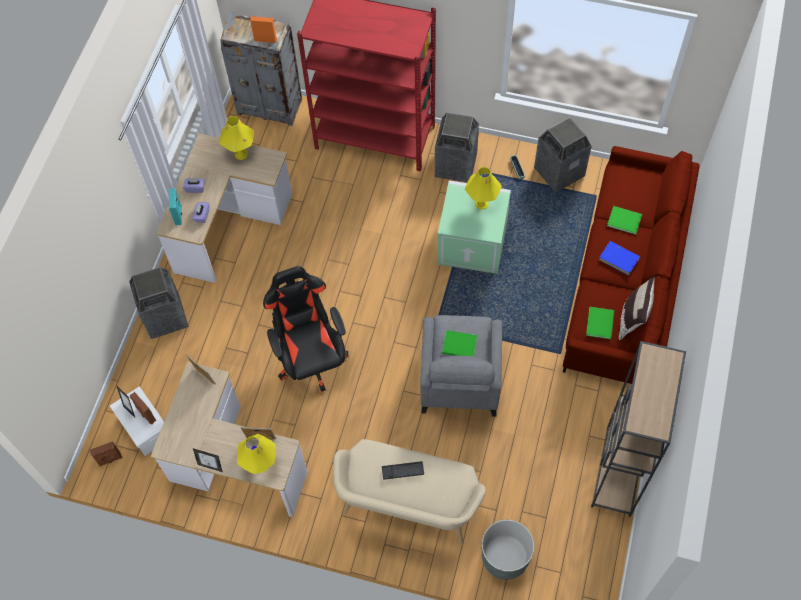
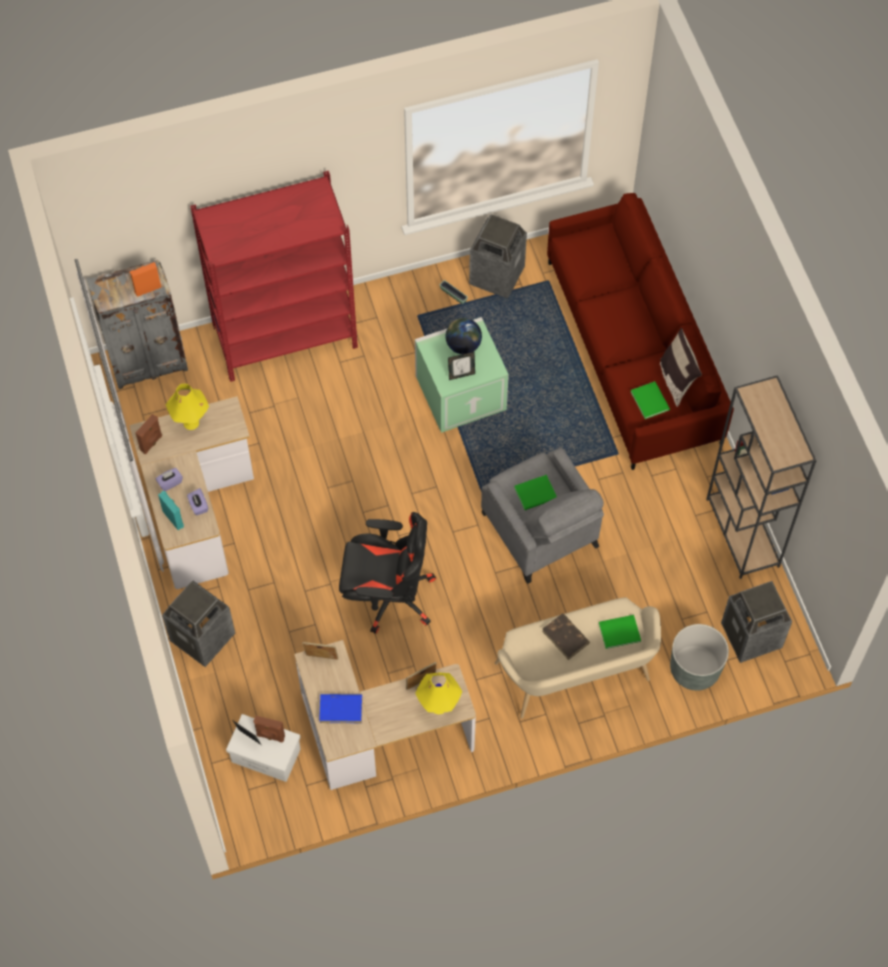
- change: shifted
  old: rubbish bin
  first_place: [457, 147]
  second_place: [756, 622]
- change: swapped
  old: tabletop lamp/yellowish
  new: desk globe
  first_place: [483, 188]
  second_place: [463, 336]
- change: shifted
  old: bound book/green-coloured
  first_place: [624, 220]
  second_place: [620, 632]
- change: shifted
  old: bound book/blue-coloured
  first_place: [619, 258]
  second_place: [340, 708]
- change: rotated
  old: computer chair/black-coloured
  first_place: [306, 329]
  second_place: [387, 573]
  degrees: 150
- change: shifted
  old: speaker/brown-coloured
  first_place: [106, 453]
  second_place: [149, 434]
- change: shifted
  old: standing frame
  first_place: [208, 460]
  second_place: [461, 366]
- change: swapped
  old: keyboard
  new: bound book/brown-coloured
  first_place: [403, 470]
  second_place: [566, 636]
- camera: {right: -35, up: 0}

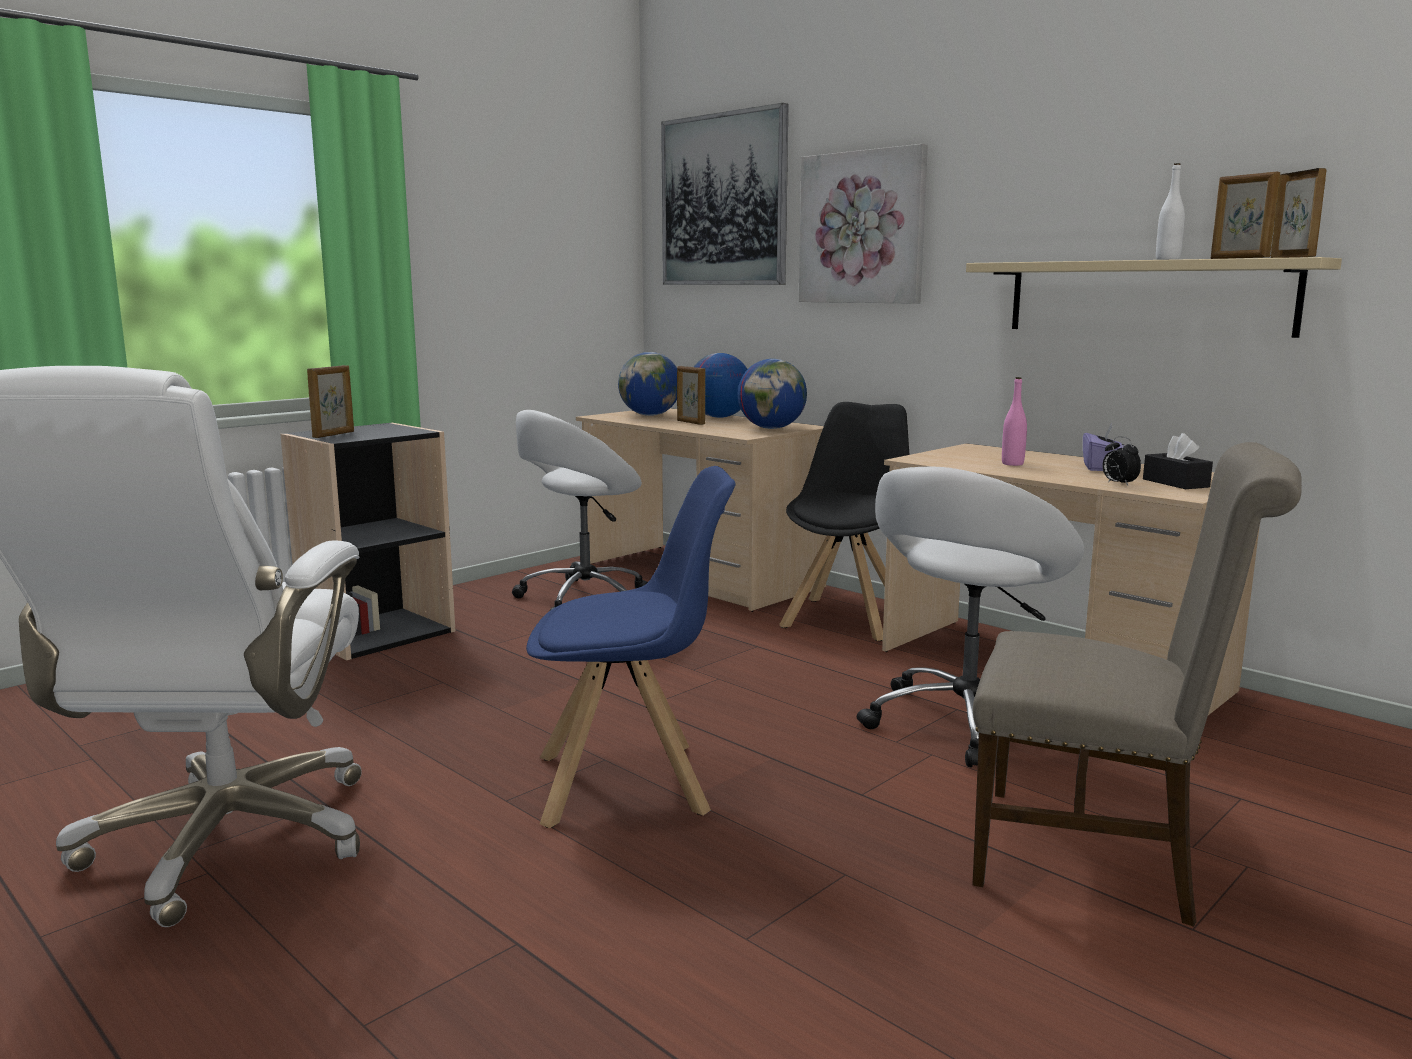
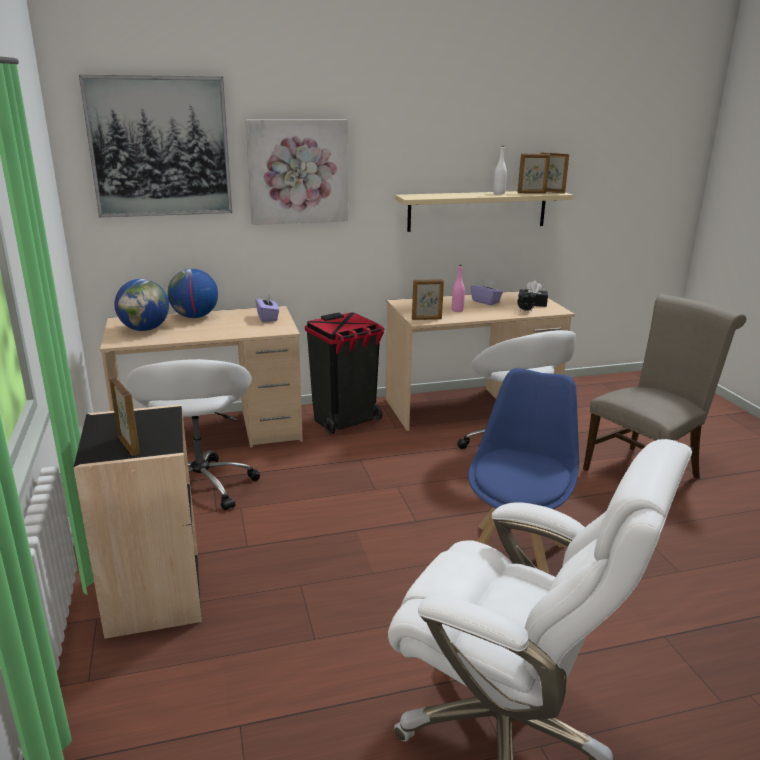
- change: swapped
  old: desk globe
  new: tissue holder/purplish
  first_place: [772, 394]
  second_place: [267, 307]
- change: shifted
  old: standing frame
  first_place: [691, 395]
  second_place: [428, 299]
- change: swapped
  old: plain chair/black-coloured
  new: rubbish bin/black-coloured
  first_place: [844, 521]
  second_place: [344, 373]
- camera: {right: -60, up: 10}

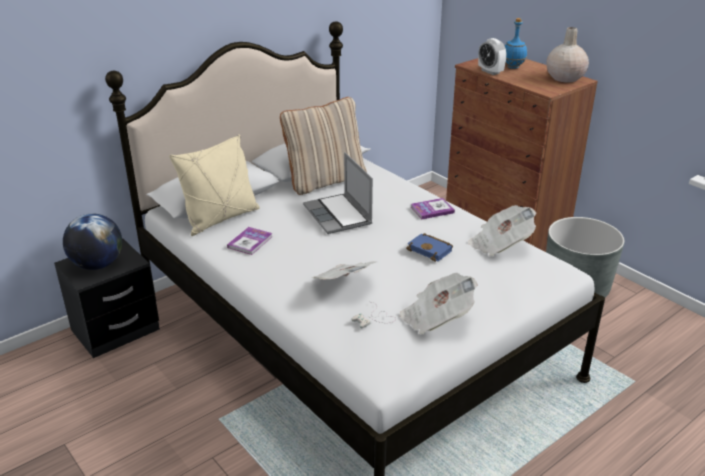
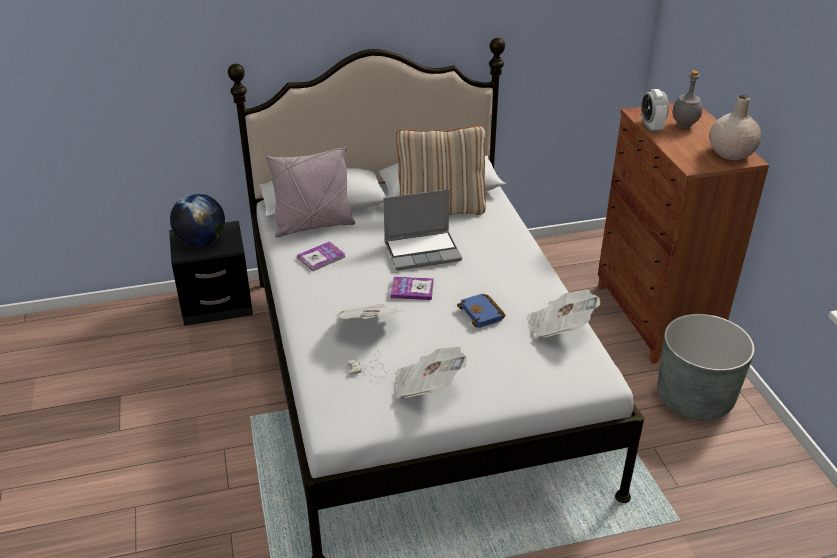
- change: repainted
  old: beverage bottle/blue-coloured
  new: beverage bottle/grey
  first_place: [516, 43]
  second_place: [687, 99]
- change: repainted
  old: cushion/sand-coloured
  new: cushion/purplish
  first_place: [214, 185]
  second_place: [310, 192]
- change: rotated
  old: laptop
  first_place: [338, 193]
  second_place: [422, 229]
  degrees: -105
- change: shifted
  old: bound book
  first_place: [433, 208]
  second_place: [412, 288]
- camera: {right: 25, up: 5}

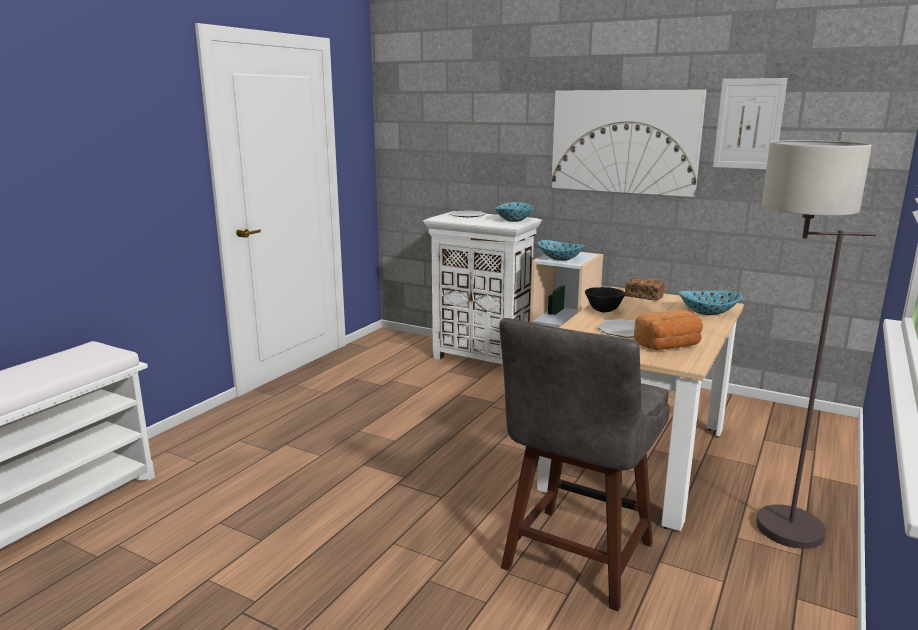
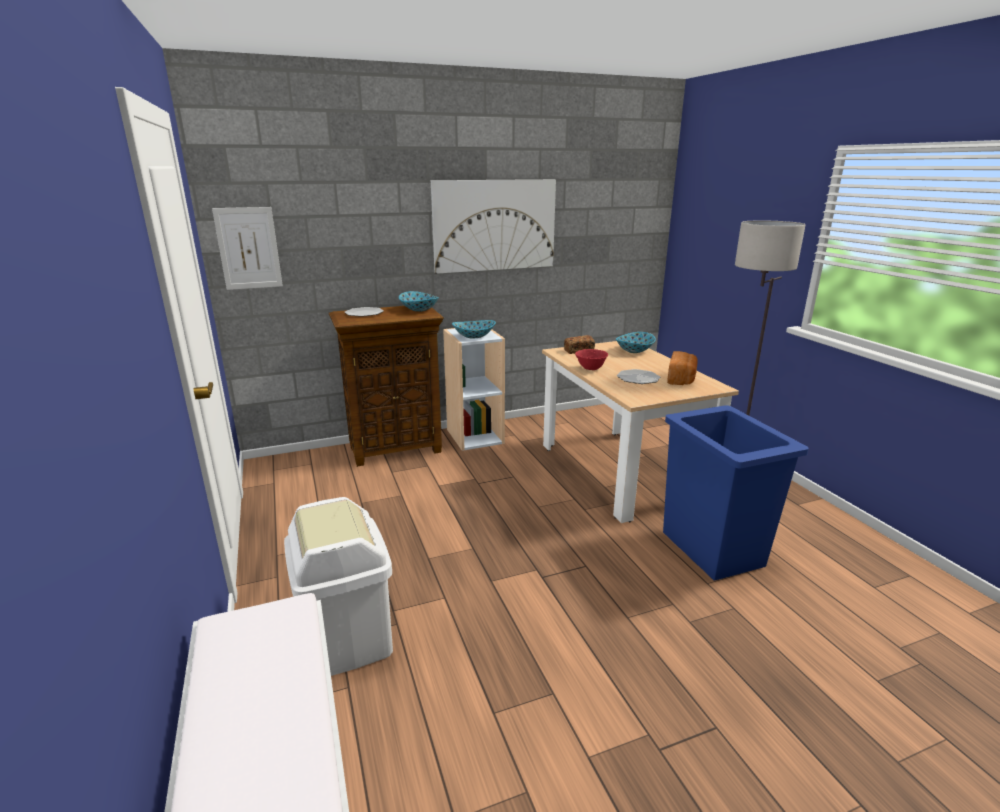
- change: shifted
  old: wall picture
  first_place: [750, 123]
  second_place: [247, 248]
- change: repainted
  old: cupboard/whitish
  new: cupboard/brown-coloured
  first_place: [482, 292]
  second_place: [386, 386]
- change: repainted
  old: serving bowl/black-coloured
  new: serving bowl/red-coloured
  first_place: [605, 300]
  second_place: [591, 359]
- change: swapped
  old: stool seat/grey
  new: rubbish bin/blue-coloured
  first_place: [584, 464]
  second_place: [736, 493]
- change: new
  new: rubbish bin/whitish
  second_place: [338, 586]
- camera: {right: -50, up: 5}

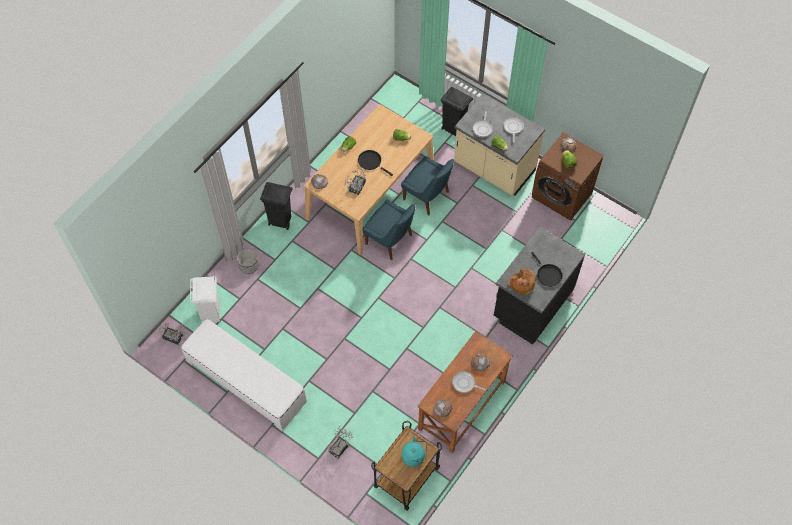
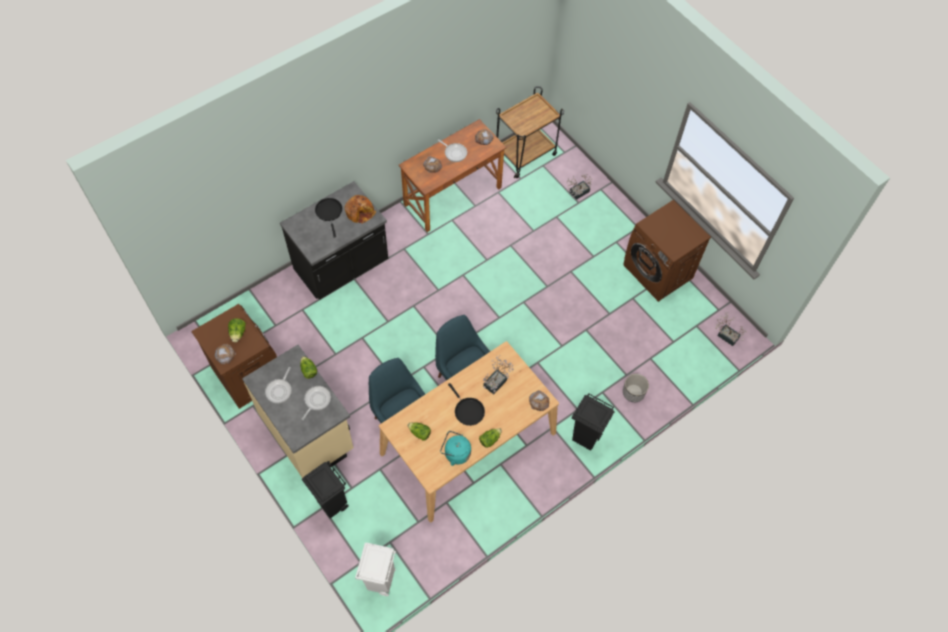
- change: shifted
  old: rubbish bin/whitish
  first_place: [205, 299]
  second_place: [375, 569]
- change: swapped
  old: bench/whitish
  new: laundry appliance/brown-coloured
  first_place: [244, 375]
  second_place: [667, 251]
- change: shifted
  old: water kettle/turquoise-coloured
  first_place: [414, 451]
  second_place: [455, 448]
- camera: {right: -165, up: 0}

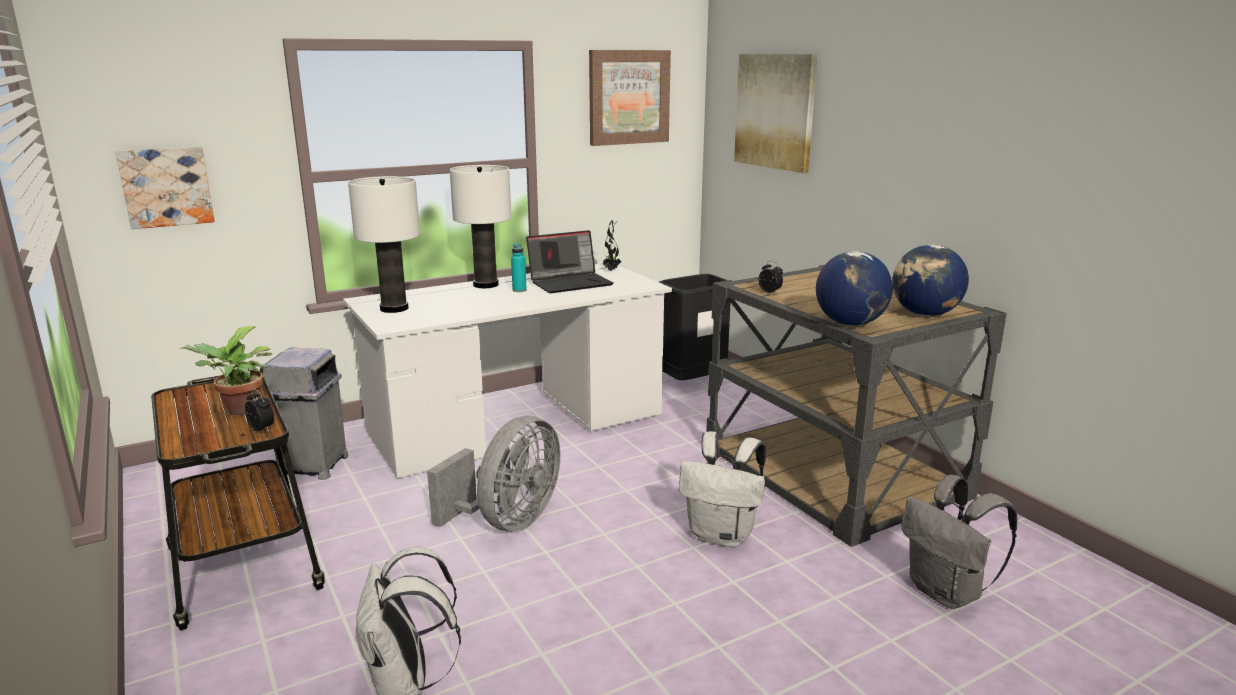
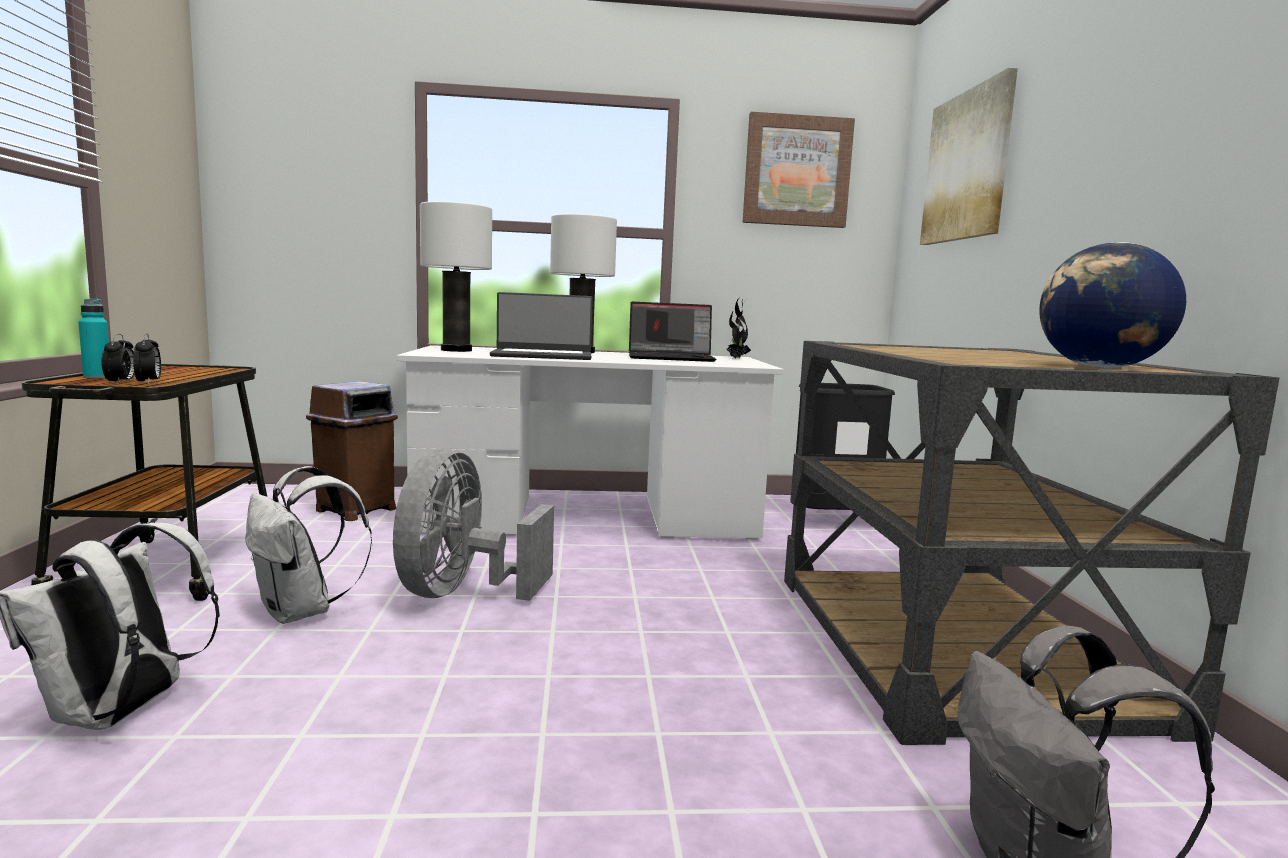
- change: gone
  old: wall picture
  first_place: [165, 188]
- change: shifted
  old: beverage bottle/turquoise-coloured
  first_place: [519, 267]
  second_place: [93, 339]
- change: gone
  old: desk globe
  first_place: [854, 288]
- change: shifted
  old: table clock
  first_place: [771, 277]
  second_place: [118, 359]
- change: gone
  old: houseplant
  first_place: [226, 370]
- change: repainted
  old: rubbish bin/grey
  new: rubbish bin/brown-coloured
  first_place: [304, 414]
  second_place: [352, 451]
- change: rotated
  old: electric fan/grey
  first_place: [494, 474]
  second_place: [473, 524]
  degrees: 135
- change: shifted
  old: backpack/whitish
  first_place: [722, 489]
  second_place: [308, 545]
- change: new
  new: laptop
  second_place: [541, 326]
- camera: {right: 25, up: -10}

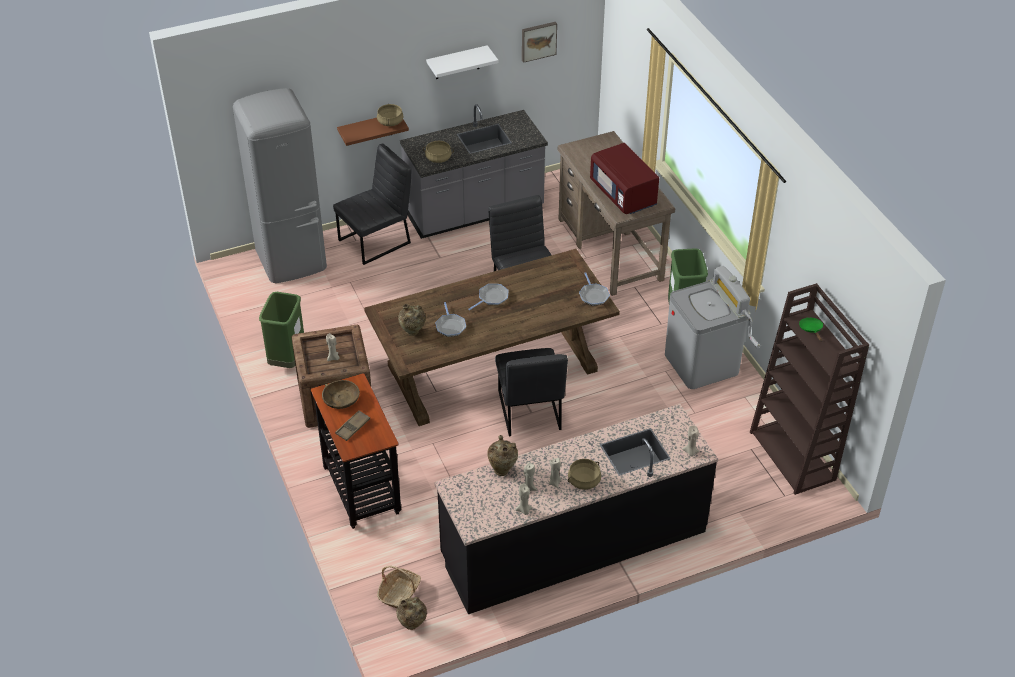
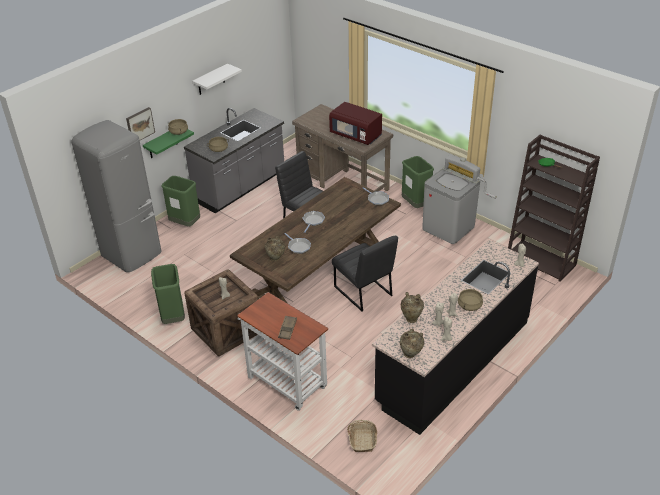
- change: shifted
  old: wall picture
  first_place: [539, 42]
  second_place: [140, 123]
- change: repainted
  old: bracket shelf/brown-coloured
  new: bracket shelf/green-coloured
  first_place: [373, 132]
  second_place: [168, 143]
- change: swapped
  old: plain chair/grey
  new: rubbish bin/green-coloured
  first_place: [372, 204]
  second_place: [180, 201]
- change: repainted
  old: trolley/black-coloured
  new: trolley/whitish
  first_place: [356, 451]
  second_place: [282, 351]
- change: gone
  old: serving bowl/brown-coloured
  first_place: [341, 394]
- change: shifted
  old: flower vase/sand-coloured
  first_place: [411, 613]
  second_place: [412, 343]
- camera: {right: -25, up: -5}

